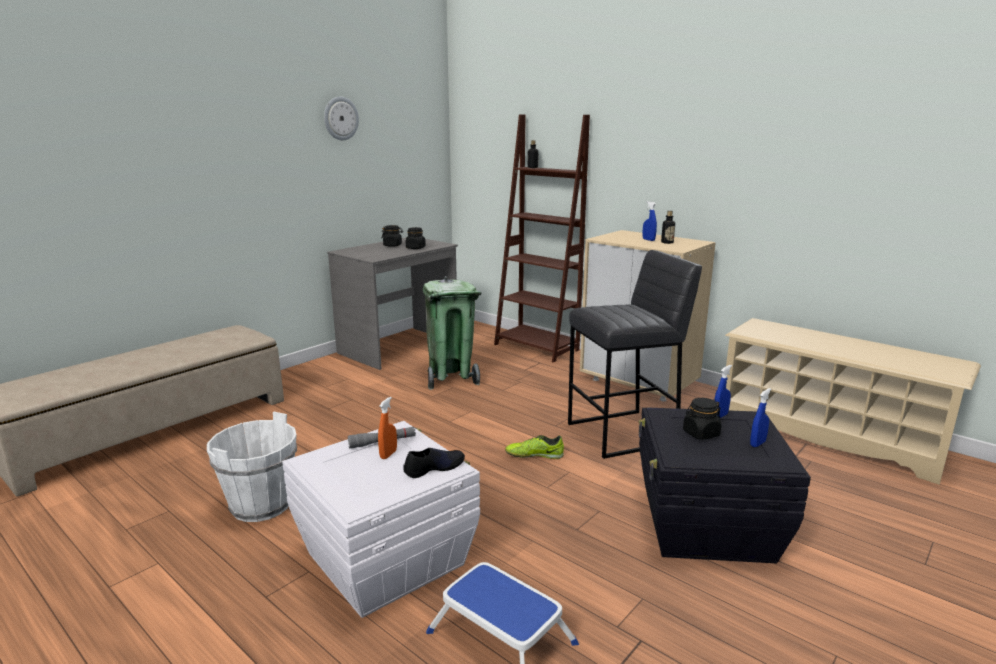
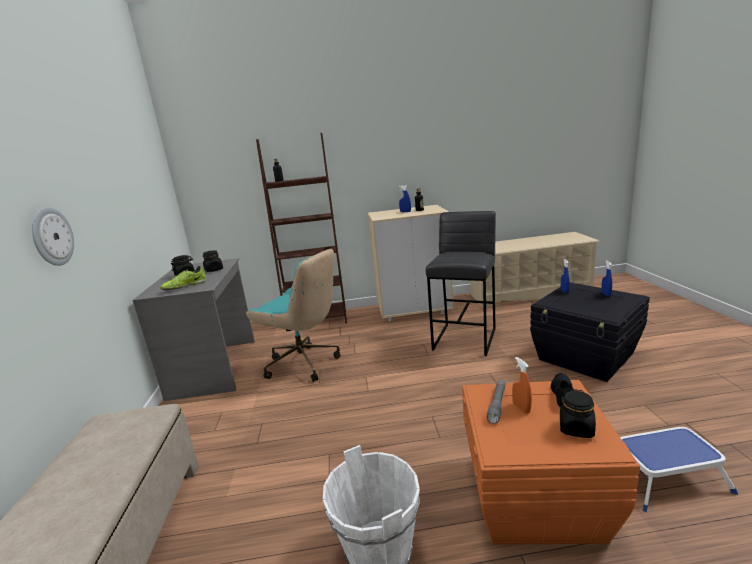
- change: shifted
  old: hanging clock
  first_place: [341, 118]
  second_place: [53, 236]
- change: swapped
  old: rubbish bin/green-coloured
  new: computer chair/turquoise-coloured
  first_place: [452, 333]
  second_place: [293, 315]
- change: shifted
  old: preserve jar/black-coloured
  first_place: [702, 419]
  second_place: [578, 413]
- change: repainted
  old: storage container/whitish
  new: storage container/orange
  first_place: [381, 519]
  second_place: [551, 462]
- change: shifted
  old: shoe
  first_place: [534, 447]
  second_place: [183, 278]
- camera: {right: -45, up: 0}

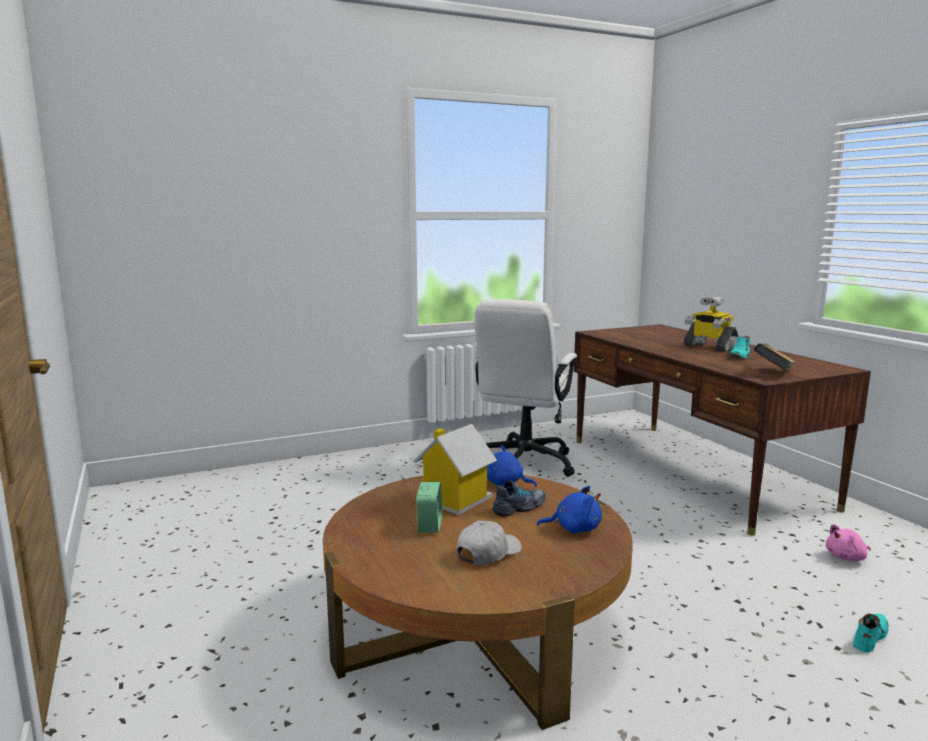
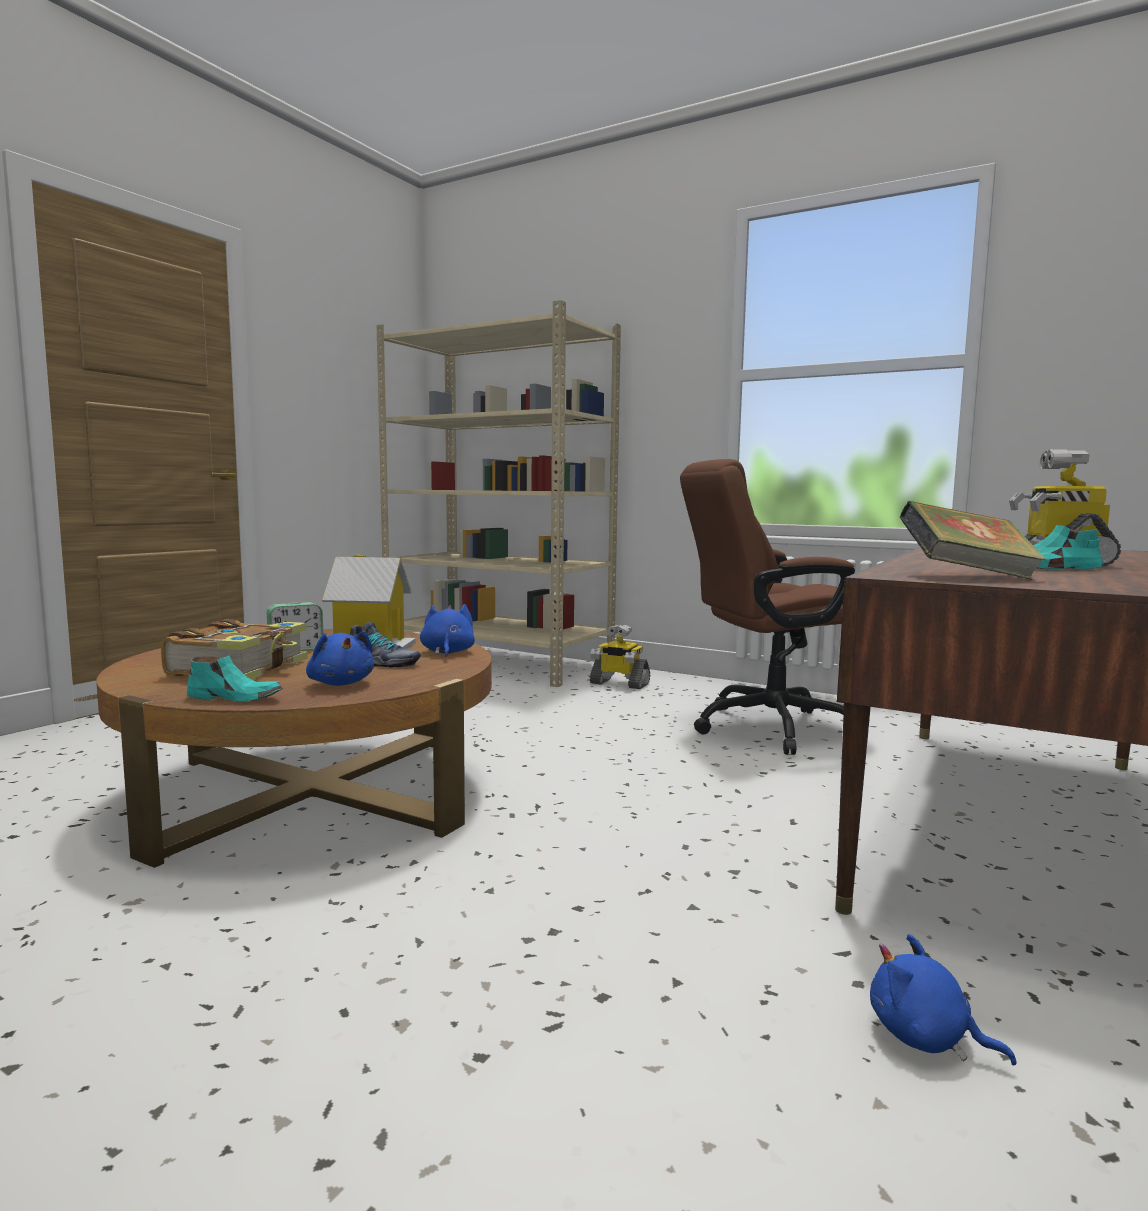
- change: repainted
  old: computer chair/whitish
  new: computer chair/brown-coloured
  first_place: [525, 388]
  second_place: [767, 607]
- change: swapped
  old: cap/whitish
  new: bound book
  first_place: [489, 543]
  second_place: [234, 649]
- change: repainted
  old: cuddly toy/pink
  new: cuddly toy/blue-coloured
  first_place: [848, 543]
  second_place: [943, 999]
- change: shifted
  old: shoe/turquoise-coloured
  first_place: [871, 633]
  second_place: [235, 678]
- change: new
  new: bookcase/sand-coloured
  second_place: [498, 493]
- change: new
  new: robot figure
  second_place: [620, 656]
- camera: {right: 55, up: -5}

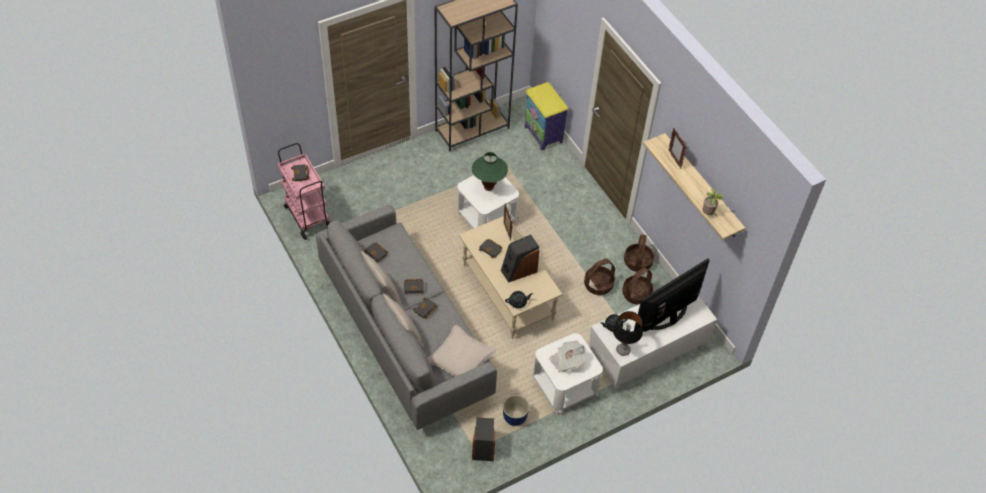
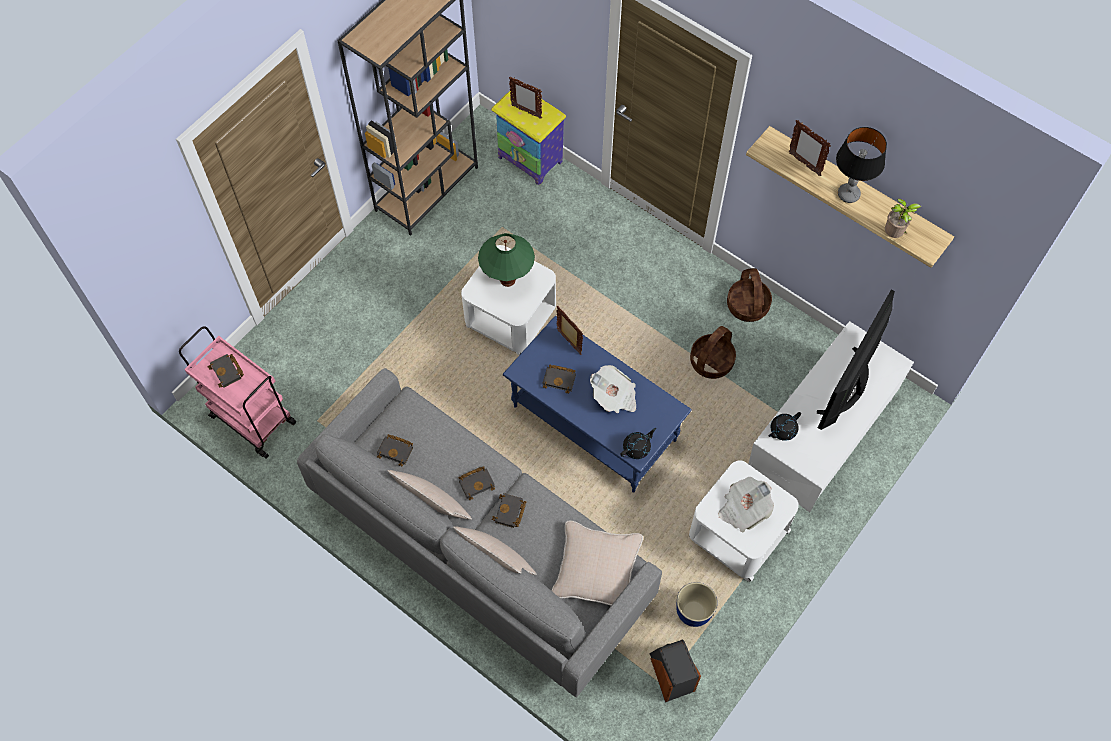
- change: repainted
  old: lounge table/sand-coloured
  new: lounge table/blue-coloured
  first_place: [511, 277]
  second_place: [597, 404]
- change: swapped
  old: speaker
  new: daily paper
  first_place: [520, 259]
  second_place: [613, 389]
- change: gone
  old: basket
  first_place: [637, 285]
- change: shifted
  old: tabletop lamp
  first_place: [628, 333]
  second_place: [861, 165]
- change: new
  new: standing frame
  second_place: [525, 97]
- camera: {right: -20, up: 10}

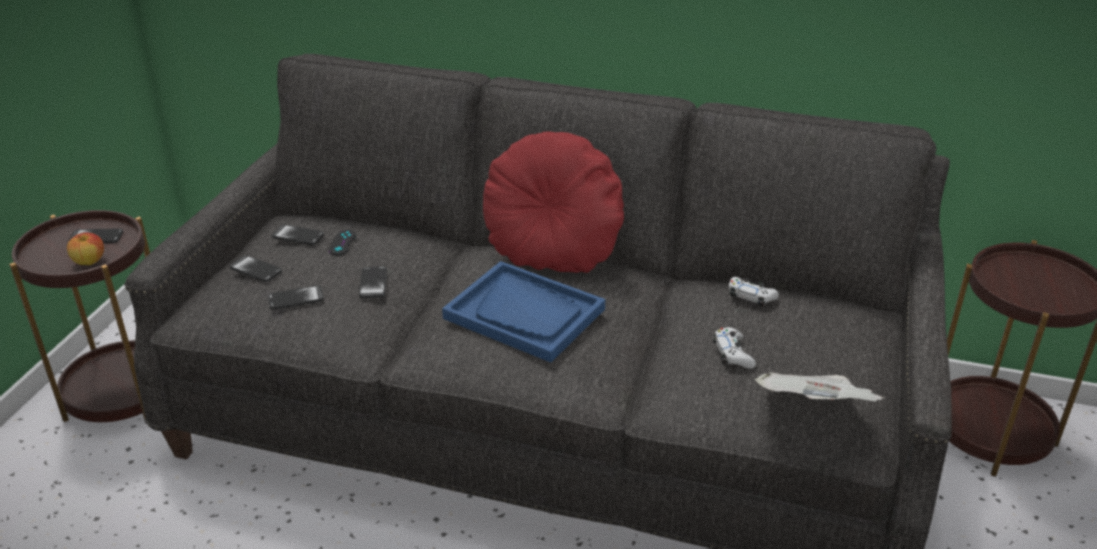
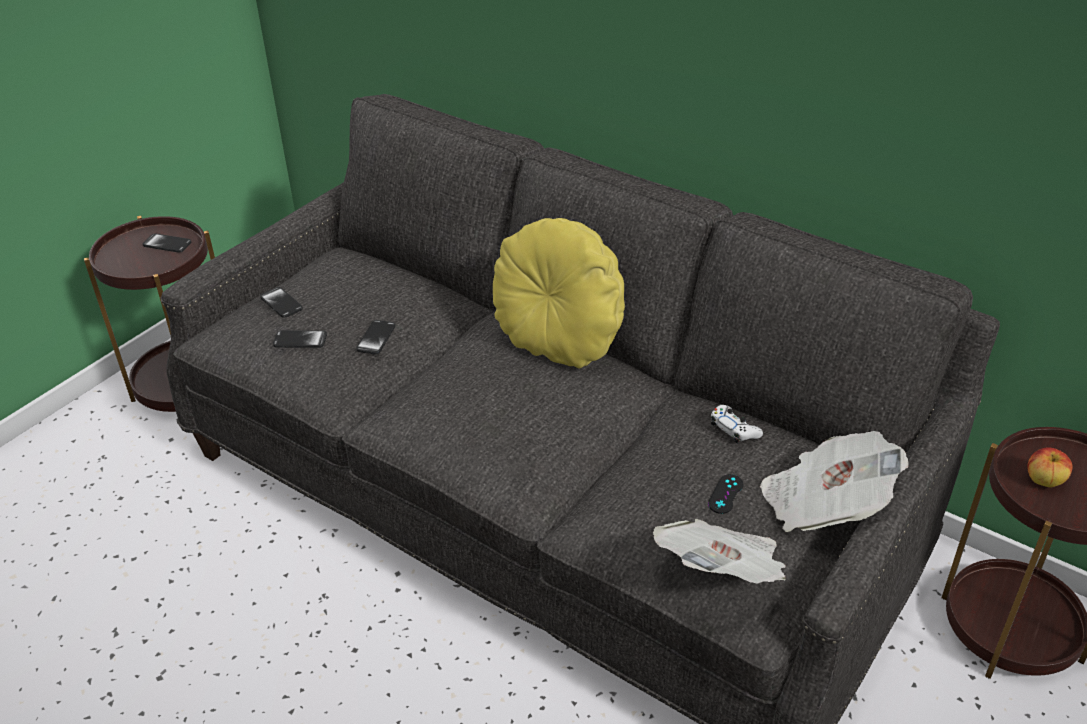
- change: repainted
  old: cushion/red-coloured
  new: cushion/yellowish
  first_place: [553, 202]
  second_place: [559, 293]
- change: gone
  old: telephone
  first_place: [298, 235]
- change: shifted
  old: gamepad/black-coloured
  first_place: [342, 242]
  second_place: [726, 494]
- change: shifted
  old: apple
  first_place: [85, 248]
  second_place: [1050, 467]
- change: gone
  old: carrying tray/blue-coloured
  first_place: [523, 311]
- change: gone
  old: gamepad/whitish
  first_place: [734, 347]
- change: new
  new: daily paper
  second_place: [834, 481]
- camera: {right: 20, up: 5}

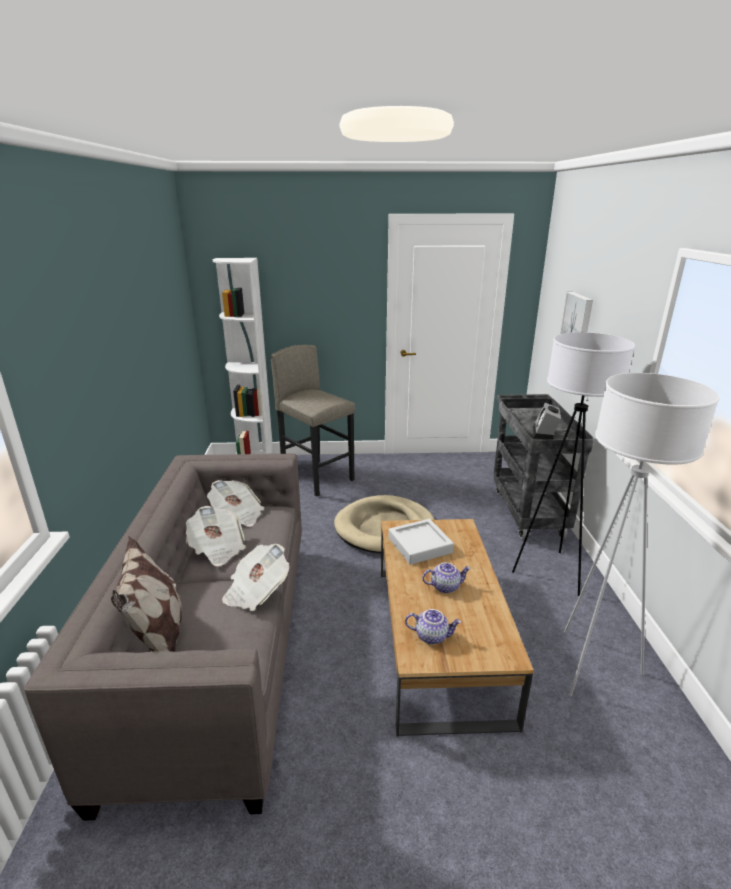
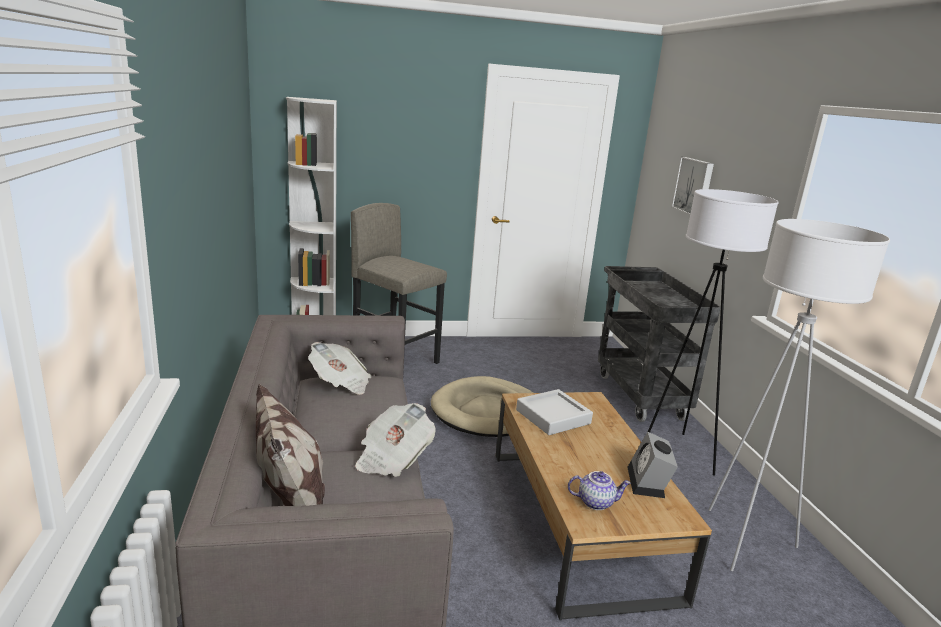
- change: shifted
  old: table clock
  first_place: [547, 421]
  second_place: [652, 465]
- change: gone
  old: daily paper
  first_place: [215, 536]
- change: gone
  old: pot for tea
  first_place: [446, 578]
- camera: {right: -10, up: -5}

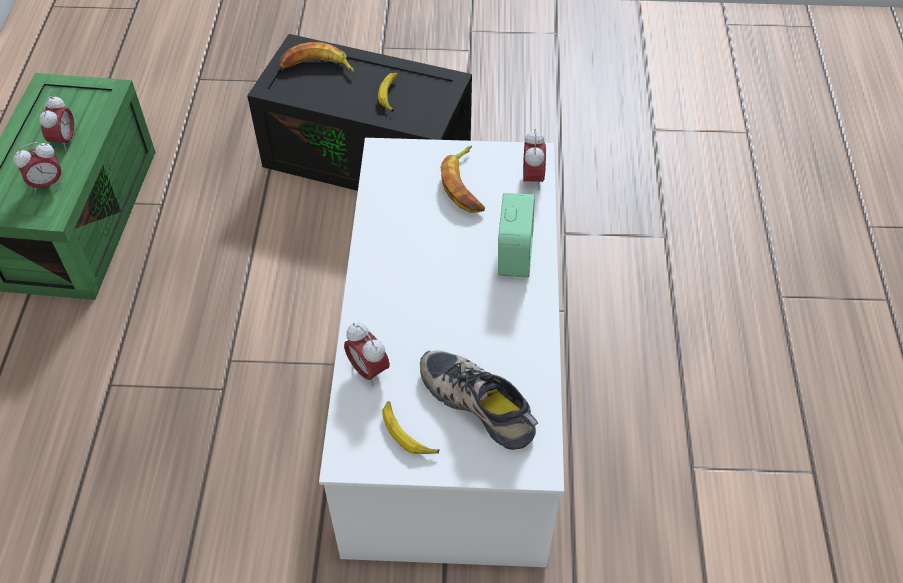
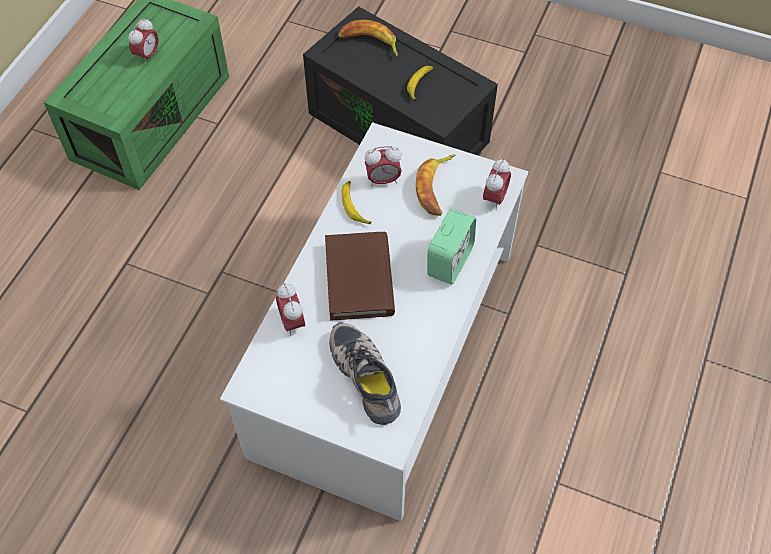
- change: shifted
  old: table clock
  first_place: [38, 167]
  second_place: [383, 166]
- change: shifted
  old: whole banana
  first_place: [410, 428]
  second_place: [356, 202]
- change: new
  new: bound book/brown-coloured
  second_place: [360, 276]
- camera: {right: 20, up: 5}

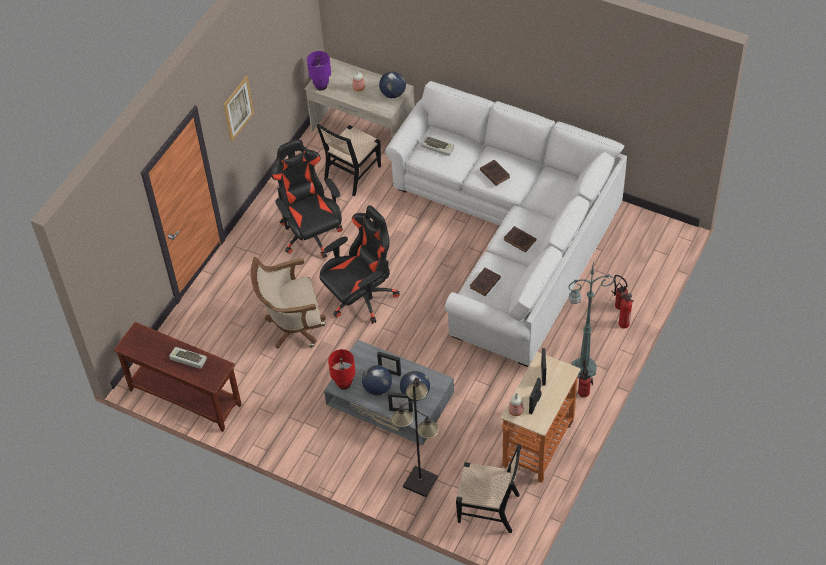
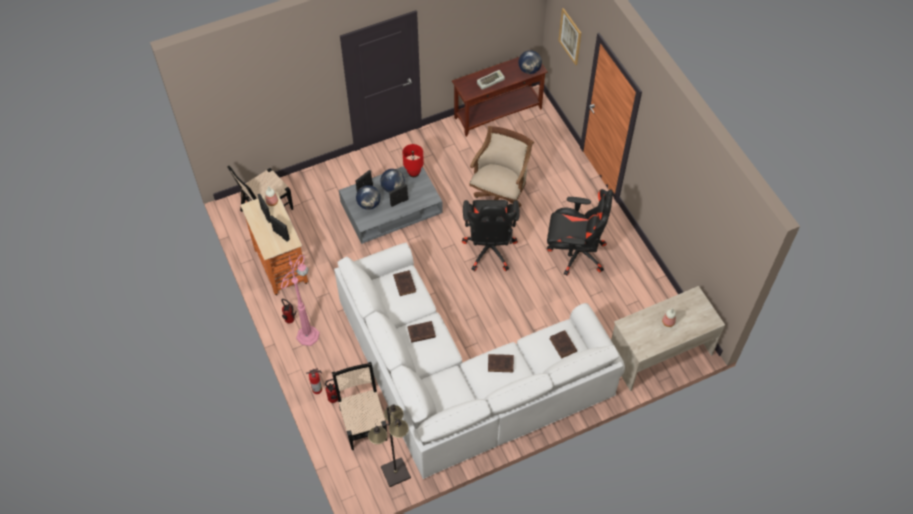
- change: gone
  old: tabletop lamp/purplish
  first_place: [319, 70]
- change: shifted
  old: desk globe
  first_place: [392, 84]
  second_place: [530, 62]
- change: shifted
  old: wall picture
  first_place: [238, 109]
  second_place: [569, 36]
- change: shifted
  old: plain chair
  first_place: [349, 159]
  second_place: [359, 406]
- change: swapped
  old: keyboard
  new: bound book/brown-coloured
  first_place: [437, 145]
  second_place: [563, 344]
- change: repainted
  old: standing lamp/green-coloured
  new: standing lamp/pink
  first_place: [591, 322]
  second_place: [300, 300]
- change: shifted
  old: standing lamp/black-coloured
  first_place: [415, 437]
  second_place: [389, 446]
- camera: {right: 125, up: 5}

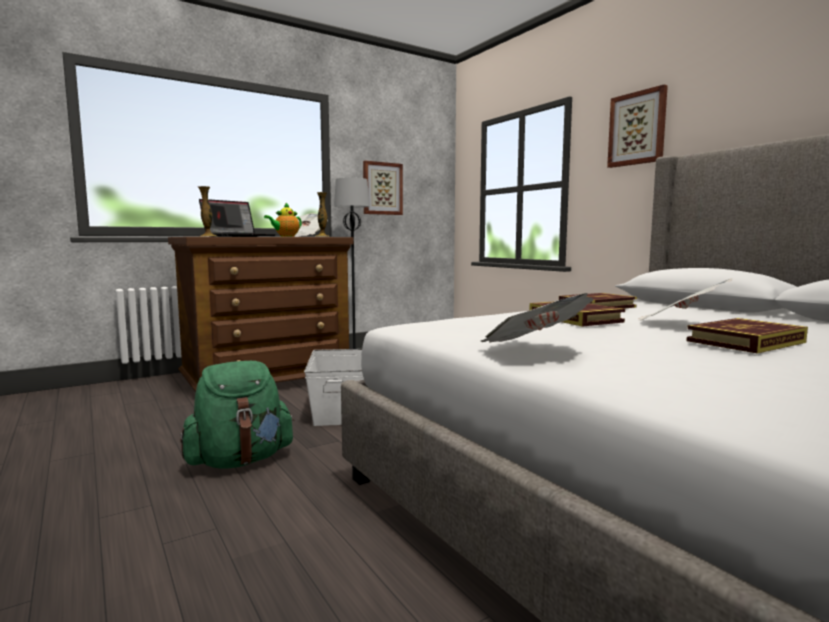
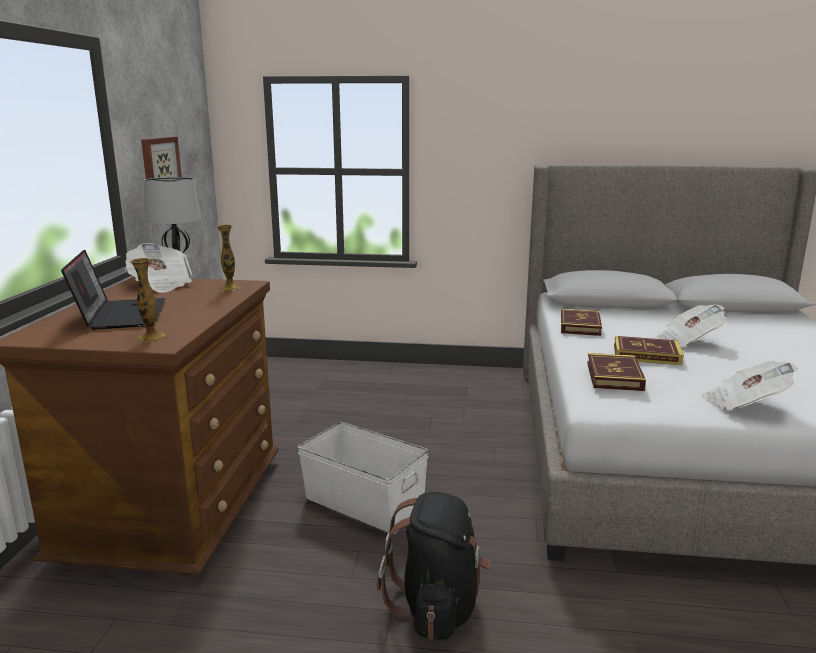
- change: gone
  old: wall picture
  first_place: [637, 126]
- change: gone
  old: pot for tea
  first_place: [283, 220]
- change: shifted
  old: bound book
  first_place: [747, 335]
  second_place: [616, 372]
- change: repainted
  old: backpack/green-coloured
  new: backpack/black-coloured
  first_place: [237, 415]
  second_place: [434, 566]
- camera: {right: -50, up: 10}

